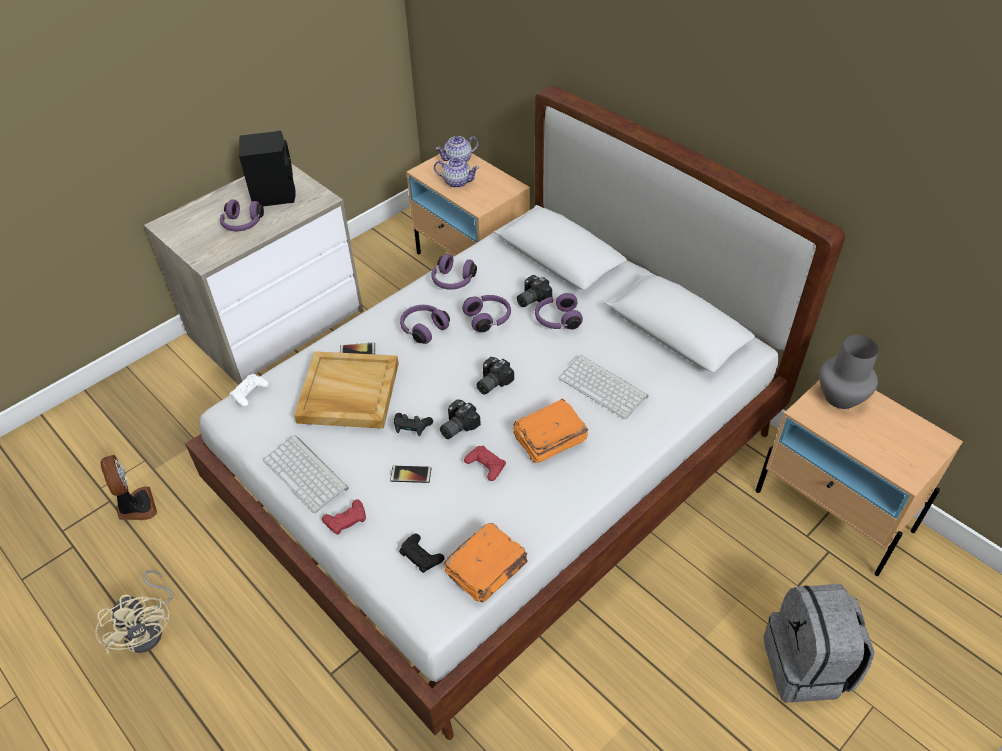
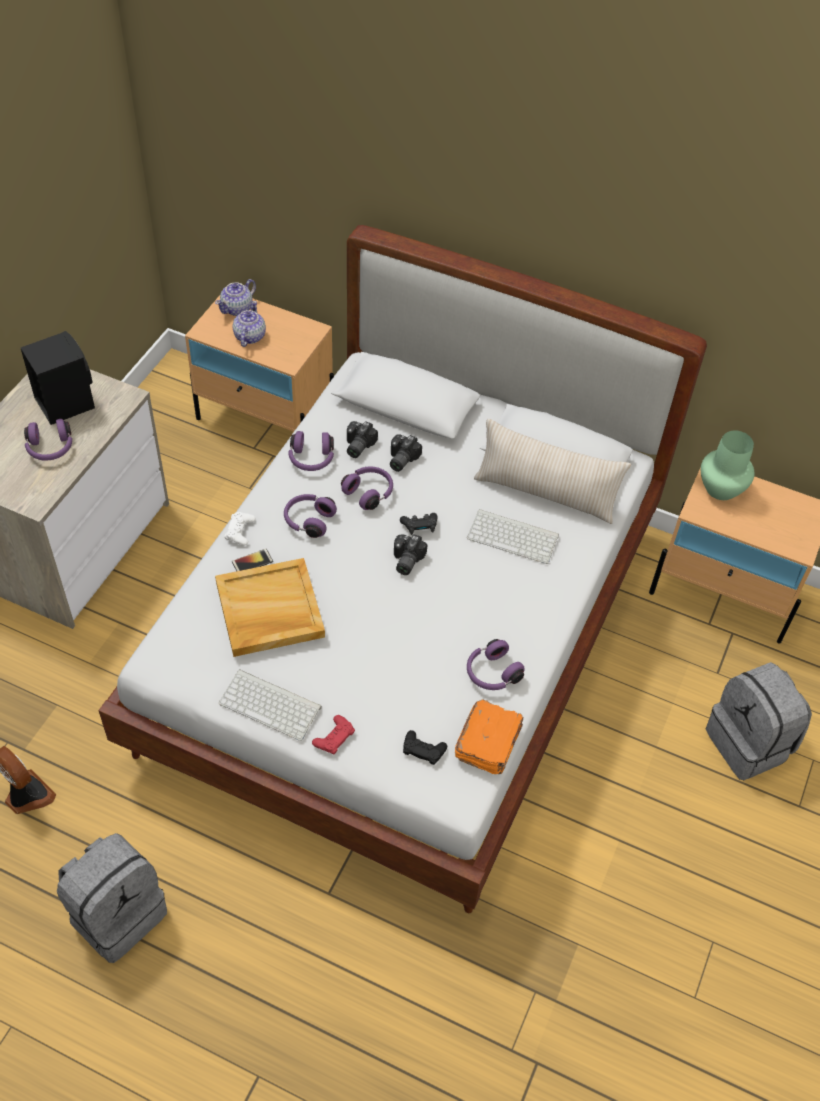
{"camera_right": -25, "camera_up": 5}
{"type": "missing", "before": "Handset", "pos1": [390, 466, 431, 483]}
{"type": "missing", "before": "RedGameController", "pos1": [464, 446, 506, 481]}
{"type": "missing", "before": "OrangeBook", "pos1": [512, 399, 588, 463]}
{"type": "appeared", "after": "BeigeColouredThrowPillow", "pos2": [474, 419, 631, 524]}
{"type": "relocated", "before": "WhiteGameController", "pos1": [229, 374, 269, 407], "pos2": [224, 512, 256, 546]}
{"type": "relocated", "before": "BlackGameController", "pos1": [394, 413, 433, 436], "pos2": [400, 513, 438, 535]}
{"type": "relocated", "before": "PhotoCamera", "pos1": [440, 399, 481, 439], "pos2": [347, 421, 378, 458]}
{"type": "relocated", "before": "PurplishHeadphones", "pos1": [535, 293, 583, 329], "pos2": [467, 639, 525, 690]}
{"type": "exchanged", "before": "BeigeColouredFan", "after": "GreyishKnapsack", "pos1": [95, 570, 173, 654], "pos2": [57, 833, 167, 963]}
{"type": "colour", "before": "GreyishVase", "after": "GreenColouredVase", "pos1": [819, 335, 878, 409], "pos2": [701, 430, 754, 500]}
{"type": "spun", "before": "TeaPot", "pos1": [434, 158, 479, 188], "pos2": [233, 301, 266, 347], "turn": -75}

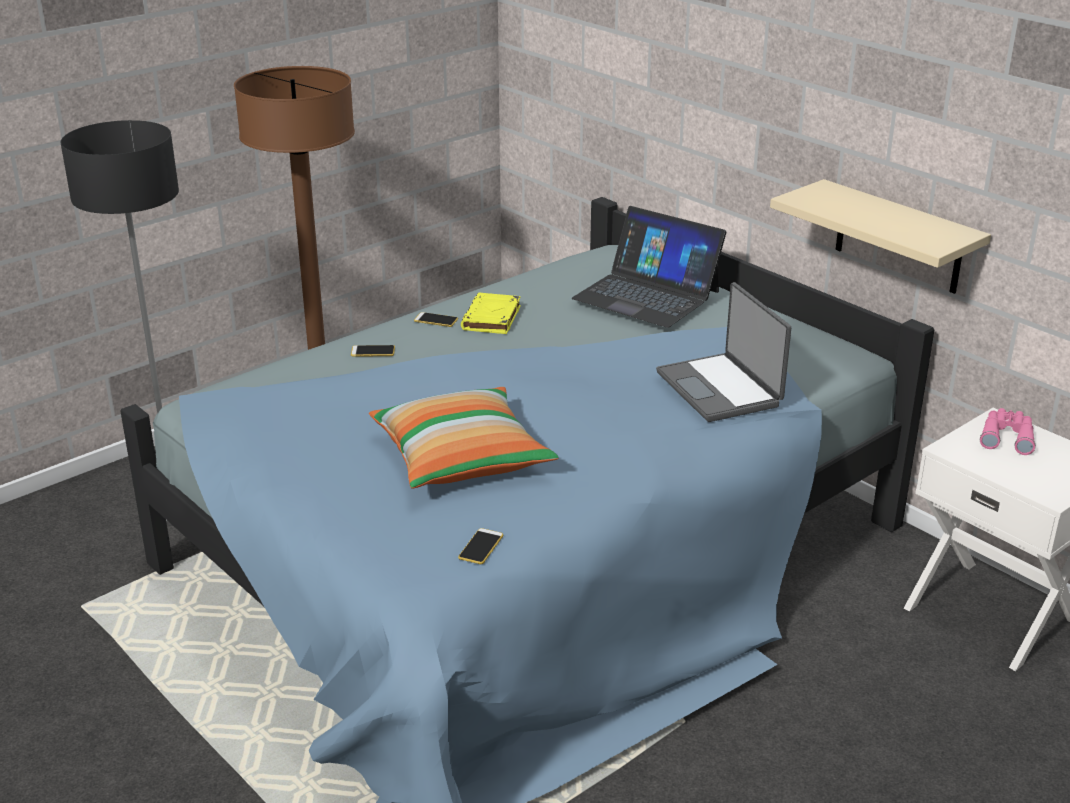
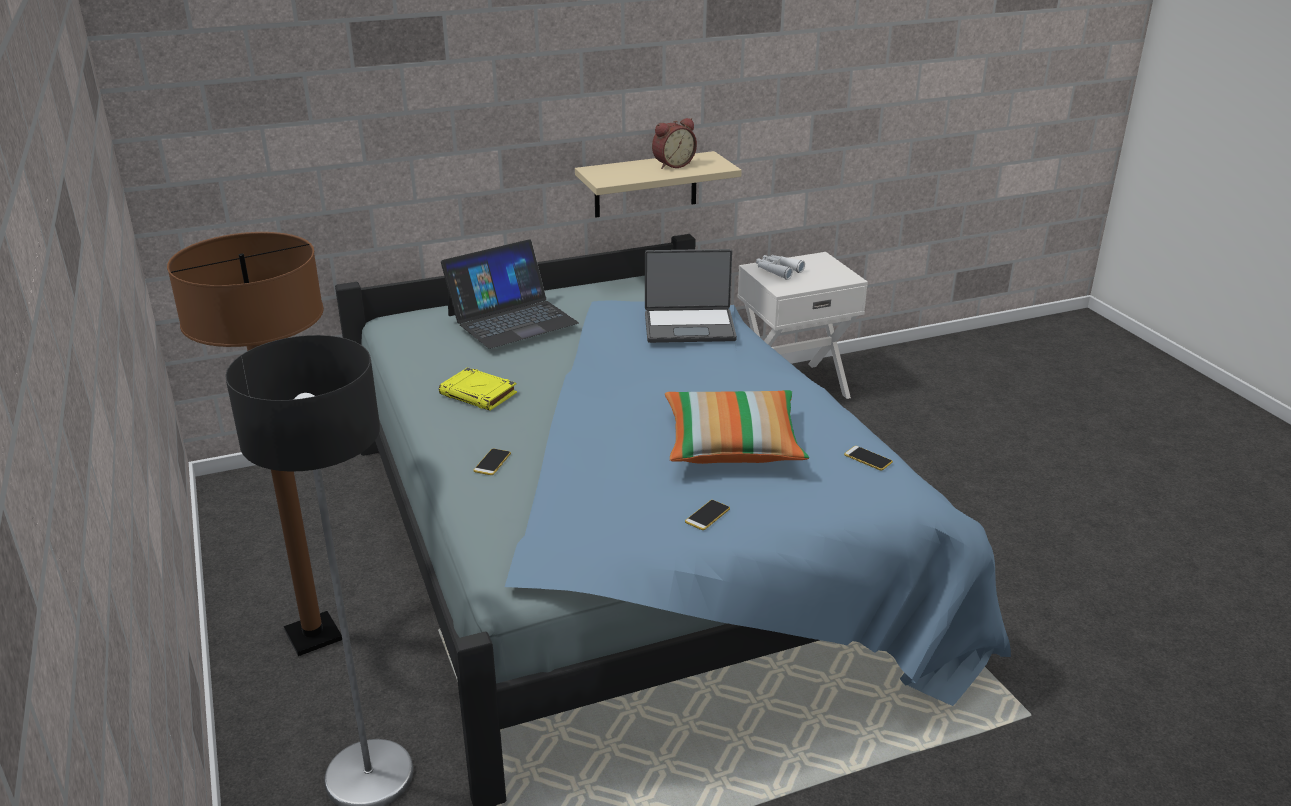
{"camera_right": -70, "camera_up": 0}
{"type": "appeared", "after": "AlarmClock", "pos2": [652, 118, 697, 169]}
{"type": "relocated", "before": "Handset", "pos1": [414, 312, 458, 327], "pos2": [685, 500, 730, 530]}
{"type": "colour", "before": "PinkColouredFieldGlasses", "after": "WhiteFieldGlasses", "pos1": [980, 408, 1036, 455], "pos2": [756, 255, 805, 280]}

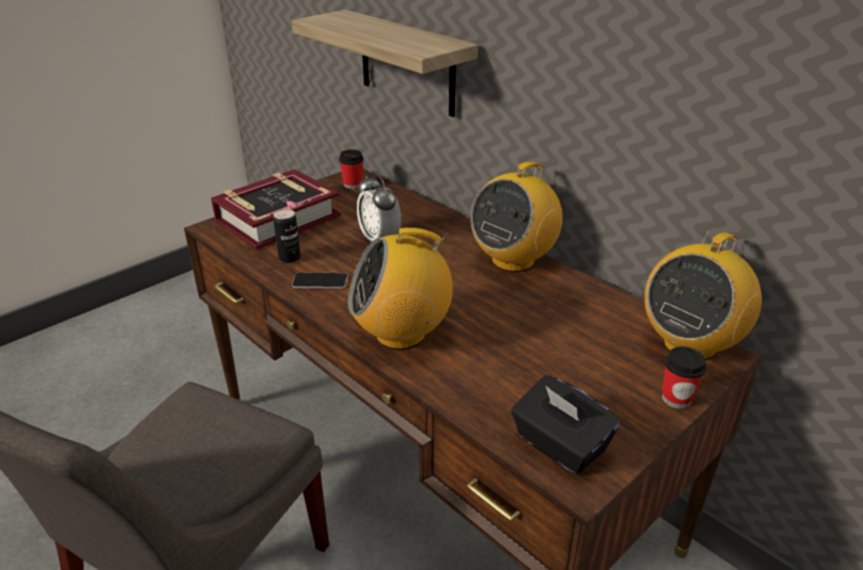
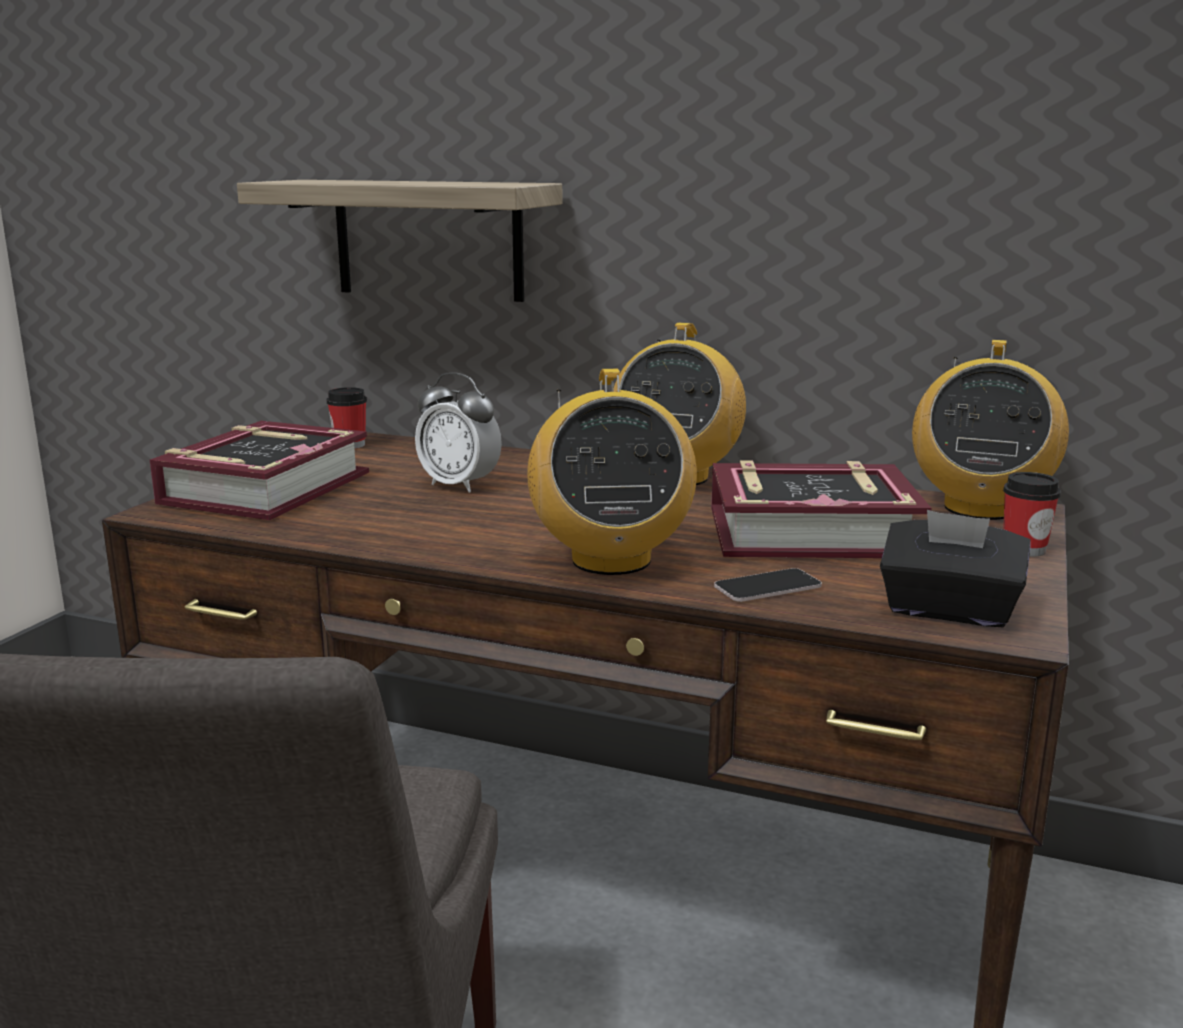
{"camera_right": -25, "camera_up": -15}
{"type": "missing", "before": "MetalCan", "pos1": [273, 209, 301, 263]}
{"type": "appeared", "after": "Book", "pos2": [711, 460, 932, 558]}
{"type": "relocated", "before": "Handset", "pos1": [292, 272, 348, 289], "pos2": [714, 568, 822, 602]}
{"type": "spun", "before": "Radio", "pos1": [348, 228, 453, 350], "pos2": [527, 369, 697, 575], "turn": -60}

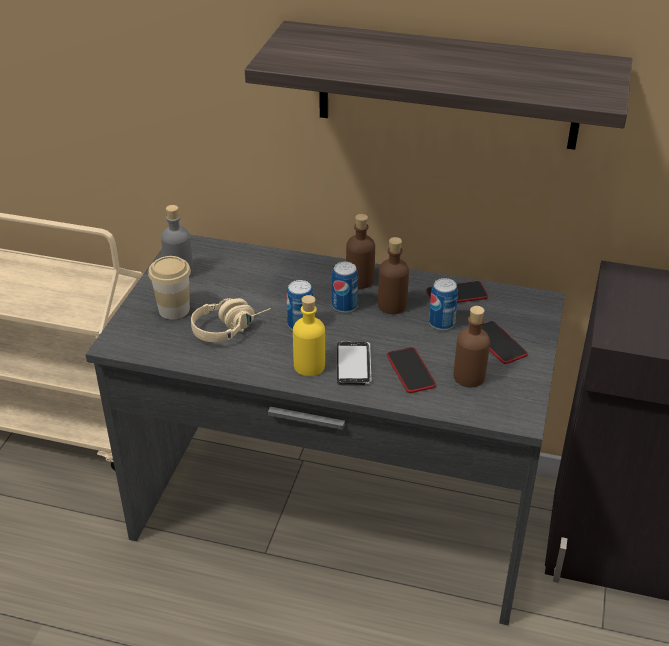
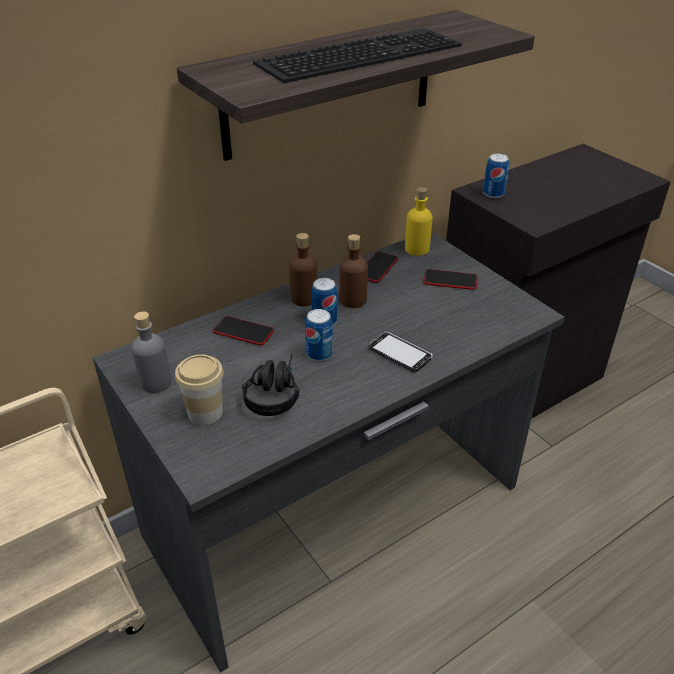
{"camera_right": -50, "camera_up": 0}
{"type": "missing", "before": "BrownBeverageBottle", "pos1": [453, 306, 490, 387]}
{"type": "appeared", "after": "ComputerKeyboard", "pos2": [253, 28, 462, 83]}
{"type": "relocated", "before": "YellowColouredBeverageBottle", "pos1": [293, 295, 325, 376], "pos2": [405, 187, 433, 256]}
{"type": "relocated", "before": "Handset", "pos1": [387, 347, 436, 393], "pos2": [213, 316, 274, 346]}
{"type": "relocated", "before": "MetalCan", "pos1": [429, 278, 458, 330], "pos2": [483, 154, 509, 198]}
{"type": "colour", "before": "BeigeColouredHeadphones", "after": "BlackHeadphones", "pos1": [191, 298, 271, 342], "pos2": [242, 354, 299, 416]}

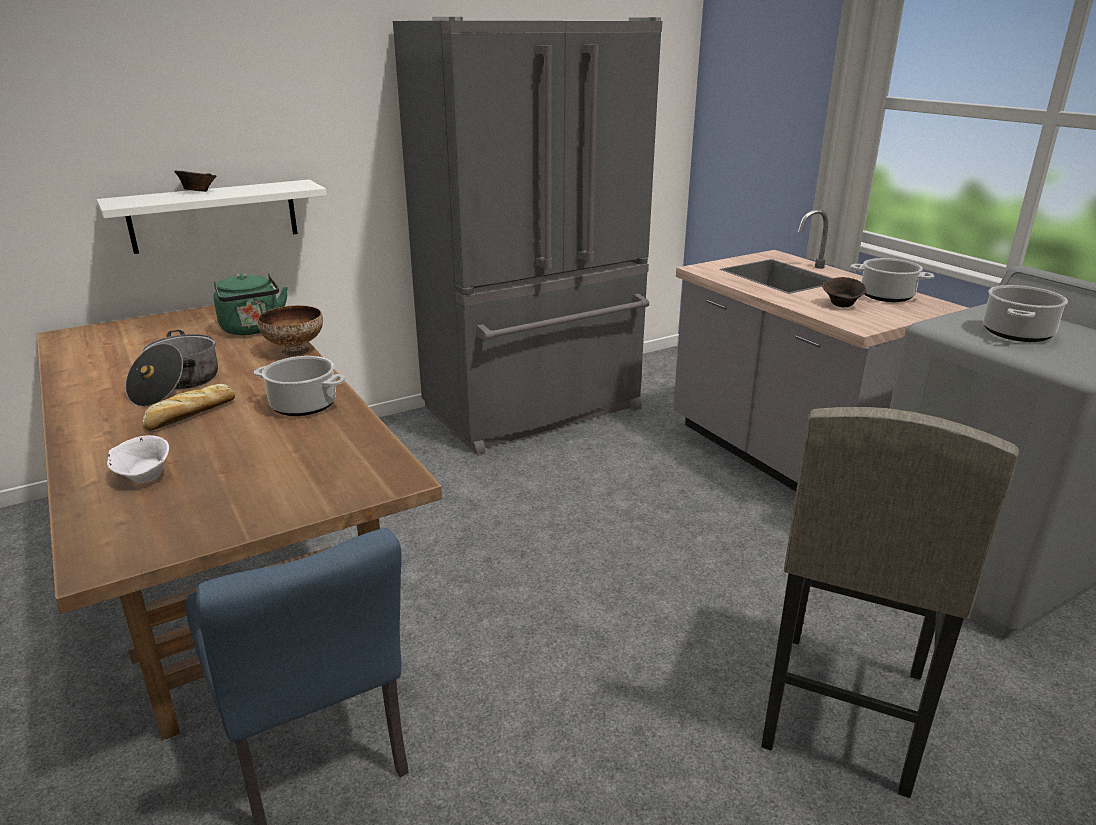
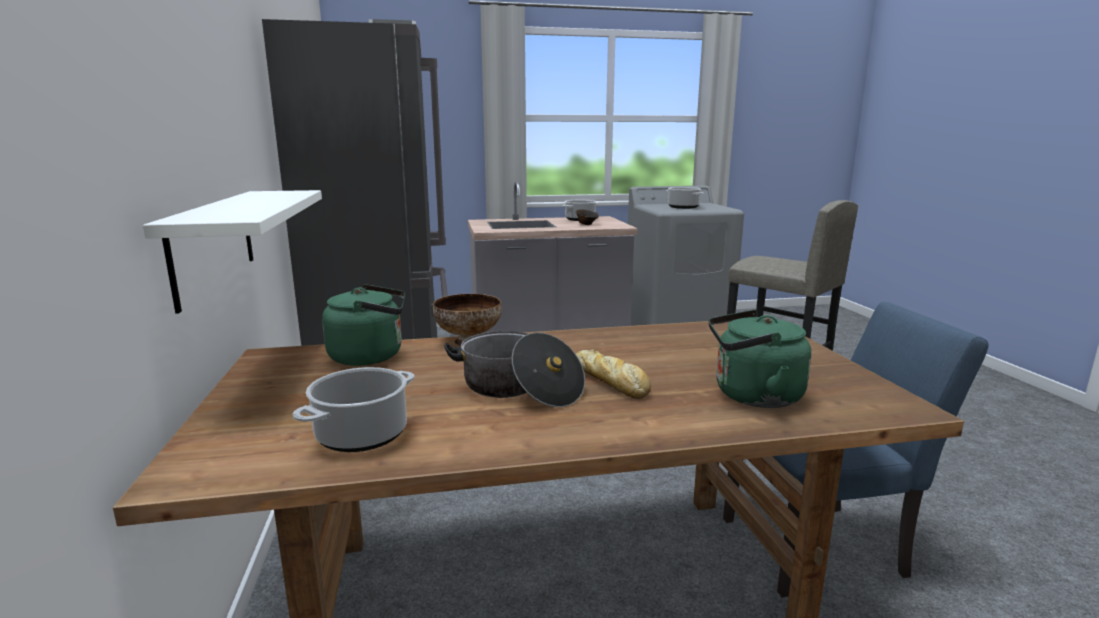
{"camera_right": -70, "camera_up": -10}
{"type": "missing", "before": "BrownDeepDish", "pos1": [174, 171, 217, 192]}
{"type": "relocated", "before": "CookingPot", "pos1": [254, 356, 346, 416], "pos2": [293, 367, 415, 452]}
{"type": "exchanged", "before": "WhiteDeepDish", "after": "GreenColouredWaterKettle", "pos1": [107, 435, 169, 483], "pos2": [709, 310, 811, 408]}

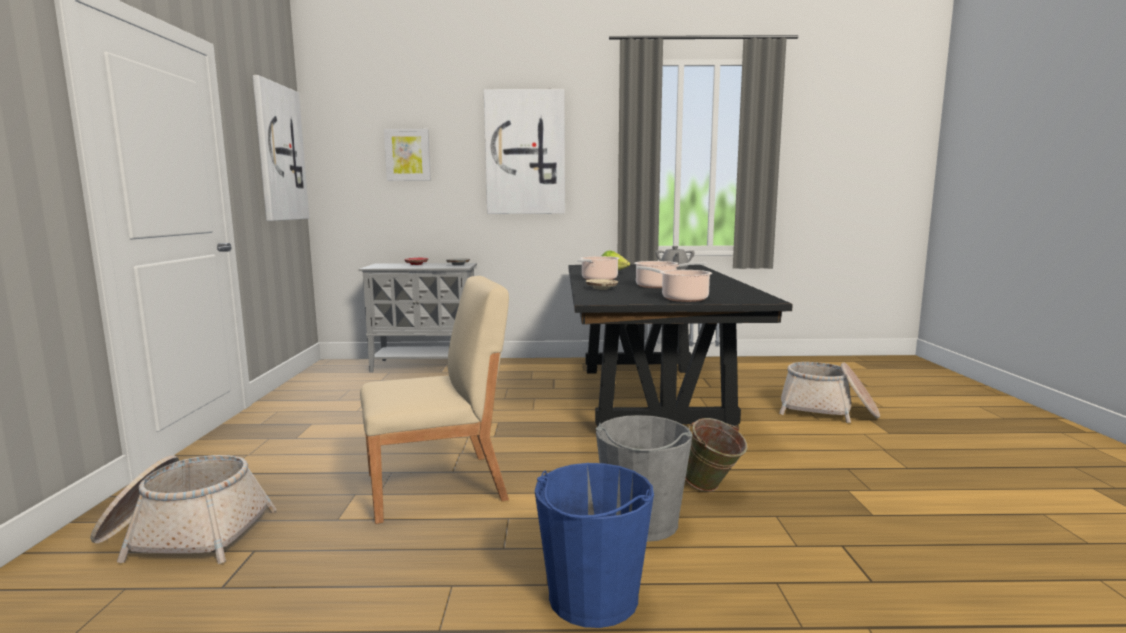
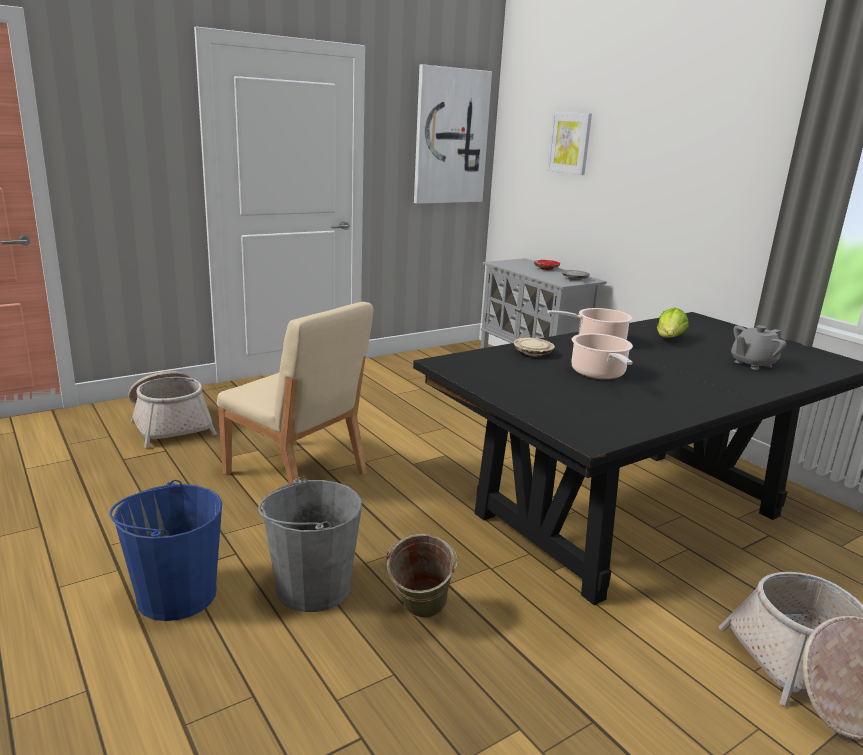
{"camera_right": 55, "camera_up": 10}
{"type": "missing", "before": "WallArt", "pos1": [484, 89, 565, 214]}
{"type": "missing", "before": "CookingPot", "pos1": [636, 266, 712, 302]}

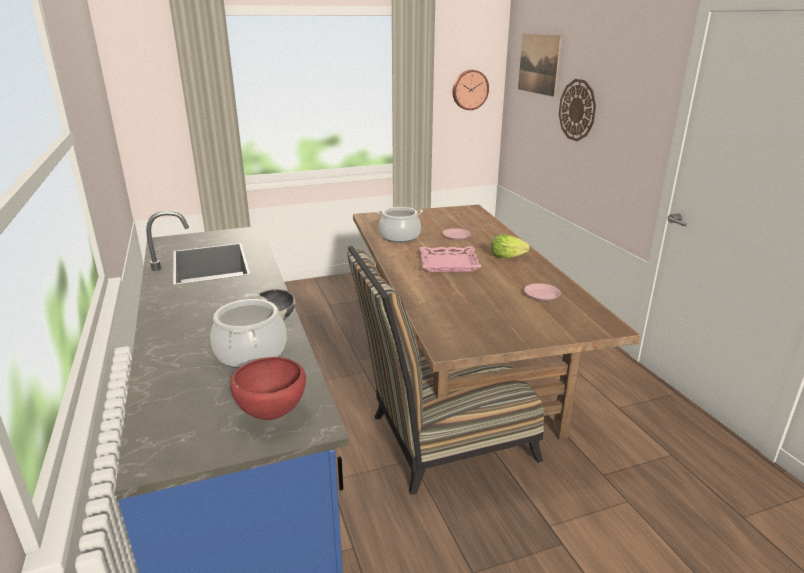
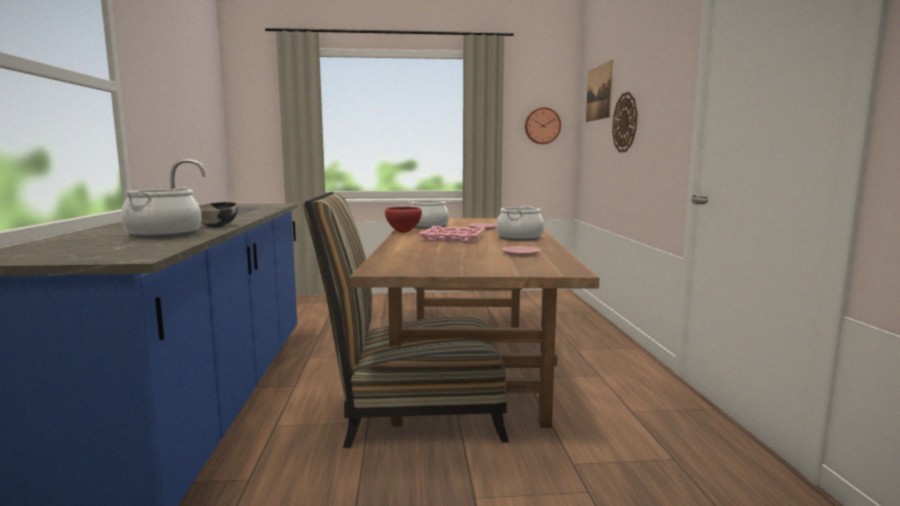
{"camera_right": 15, "camera_up": -15}
{"type": "relocated", "before": "RedDeepDish", "pos1": [230, 357, 306, 420], "pos2": [385, 207, 422, 233]}
{"type": "exchanged", "before": "Lettuce", "after": "CookingPot", "pos1": [491, 234, 530, 258], "pos2": [496, 206, 544, 241]}

